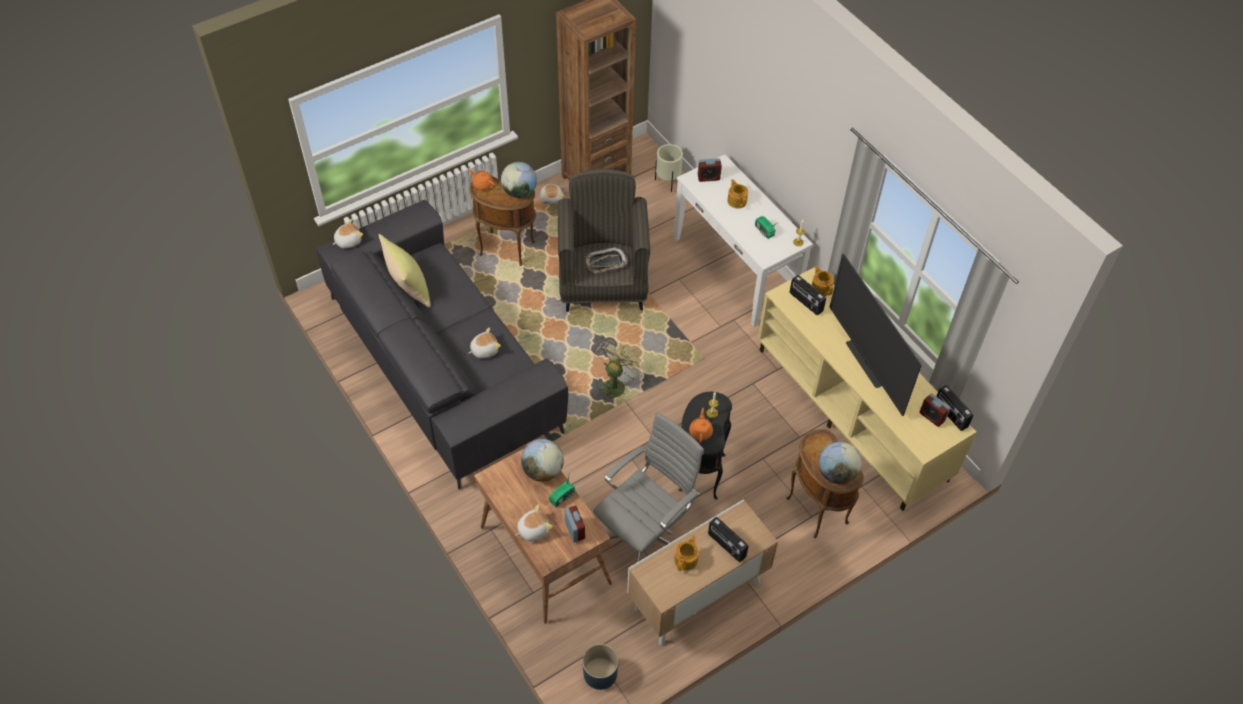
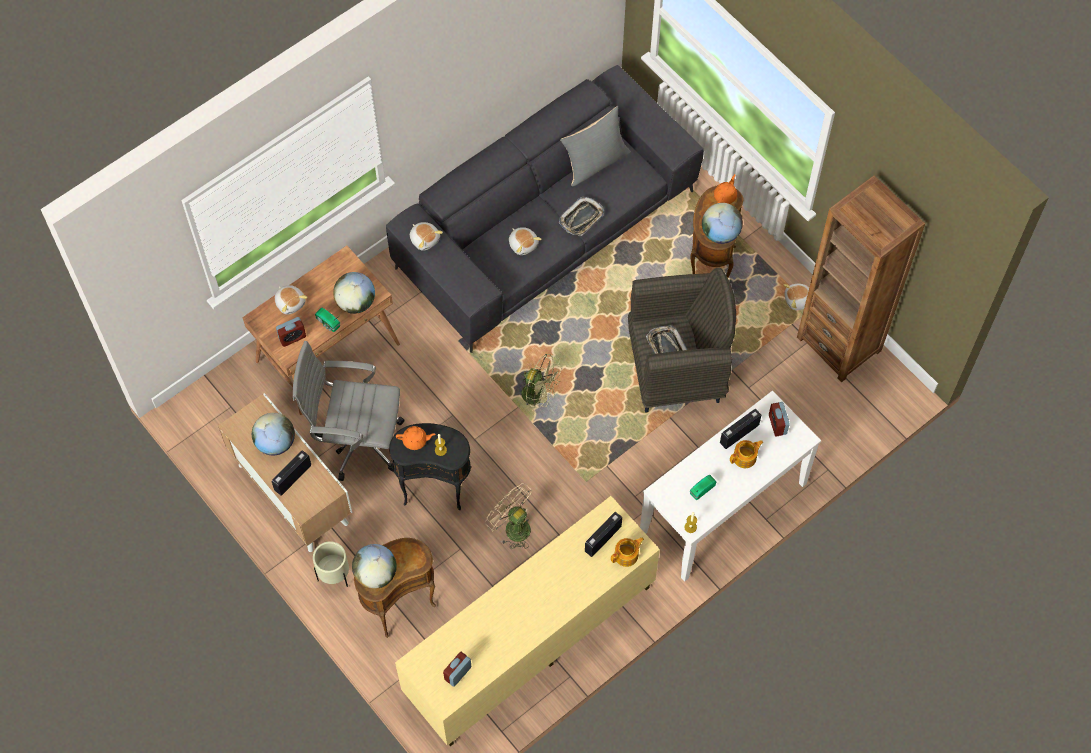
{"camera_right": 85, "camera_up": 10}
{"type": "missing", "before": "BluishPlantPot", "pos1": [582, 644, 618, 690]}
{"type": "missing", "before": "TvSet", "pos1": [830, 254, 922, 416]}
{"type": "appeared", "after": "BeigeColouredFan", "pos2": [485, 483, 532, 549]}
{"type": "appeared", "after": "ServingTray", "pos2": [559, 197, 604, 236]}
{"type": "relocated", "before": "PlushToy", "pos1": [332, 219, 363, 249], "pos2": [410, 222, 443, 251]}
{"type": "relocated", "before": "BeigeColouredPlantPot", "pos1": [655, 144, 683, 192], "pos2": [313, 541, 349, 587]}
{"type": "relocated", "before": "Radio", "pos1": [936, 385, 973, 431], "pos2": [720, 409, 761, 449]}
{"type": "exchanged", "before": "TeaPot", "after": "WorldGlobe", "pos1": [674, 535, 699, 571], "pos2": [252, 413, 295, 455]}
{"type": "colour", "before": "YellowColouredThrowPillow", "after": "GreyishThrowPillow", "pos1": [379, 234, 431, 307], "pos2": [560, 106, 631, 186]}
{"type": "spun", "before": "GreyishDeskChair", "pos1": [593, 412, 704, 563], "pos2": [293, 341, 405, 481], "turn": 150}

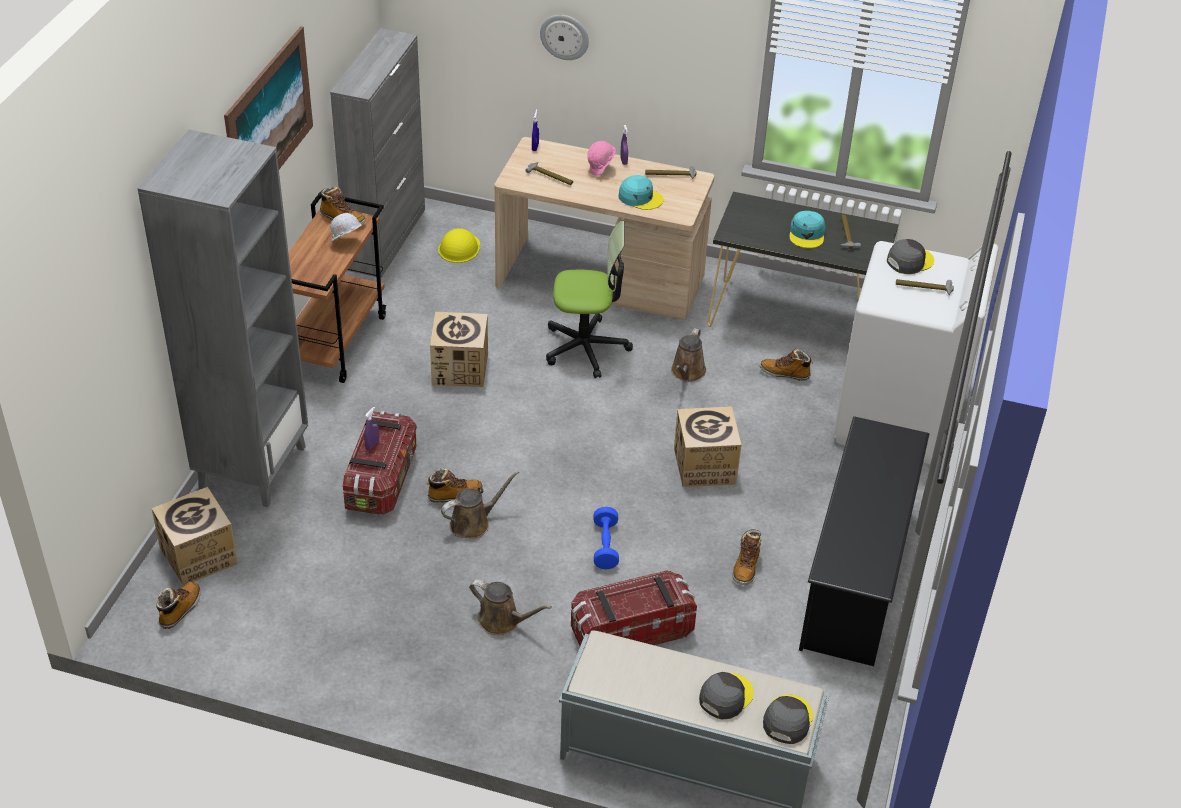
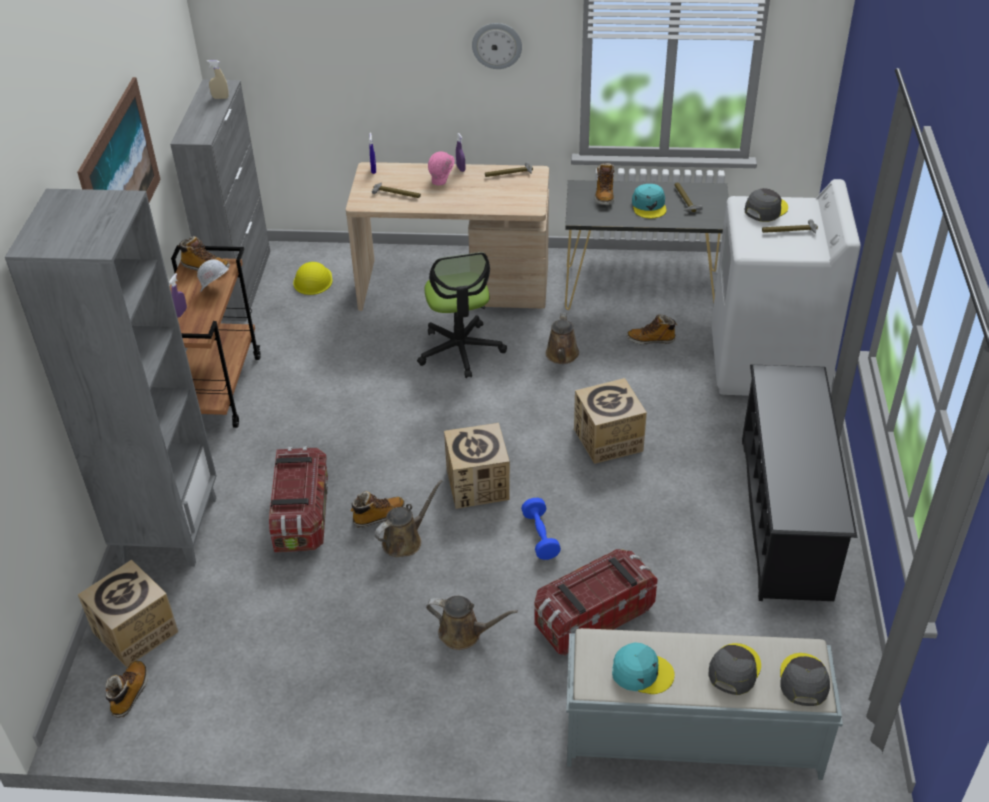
{"camera_right": -10, "camera_up": 0}
{"type": "appeared", "after": "BeigeColouredSprayBottle", "pos2": [207, 60, 229, 99]}
{"type": "relocated", "before": "PurplishSprayBottle", "pos1": [364, 407, 379, 450], "pos2": [169, 273, 187, 317]}
{"type": "relocated", "before": "CardboardBox", "pos1": [430, 312, 488, 387], "pos2": [444, 423, 510, 509]}
{"type": "relocated", "before": "WallClock", "pos1": [540, 15, 589, 60], "pos2": [472, 23, 522, 69]}
{"type": "relocated", "before": "BlueGreenPeakedCap", "pos1": [619, 175, 664, 210], "pos2": [612, 642, 675, 694]}
{"type": "relocated", "before": "Boot", "pos1": [732, 529, 762, 585], "pos2": [595, 163, 615, 205]}
{"type": "spun", "before": "DeskChair", "pos1": [546, 221, 633, 378], "pos2": [417, 252, 507, 378], "turn": 90}

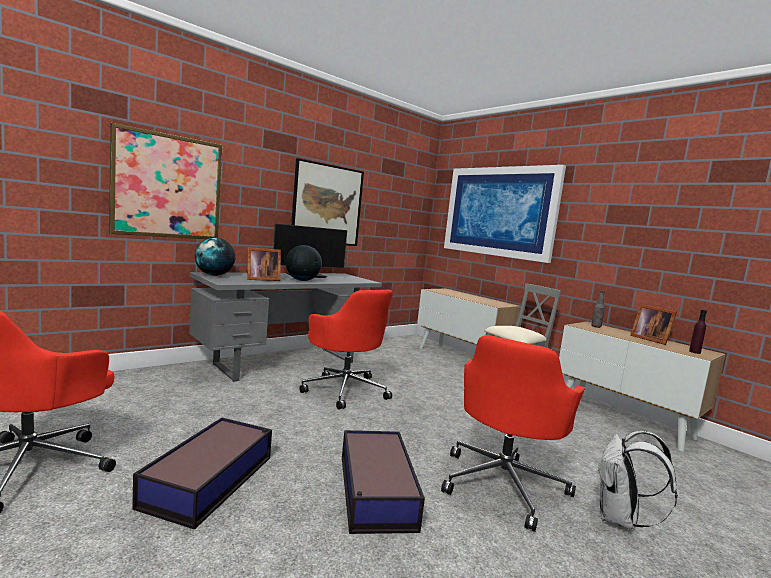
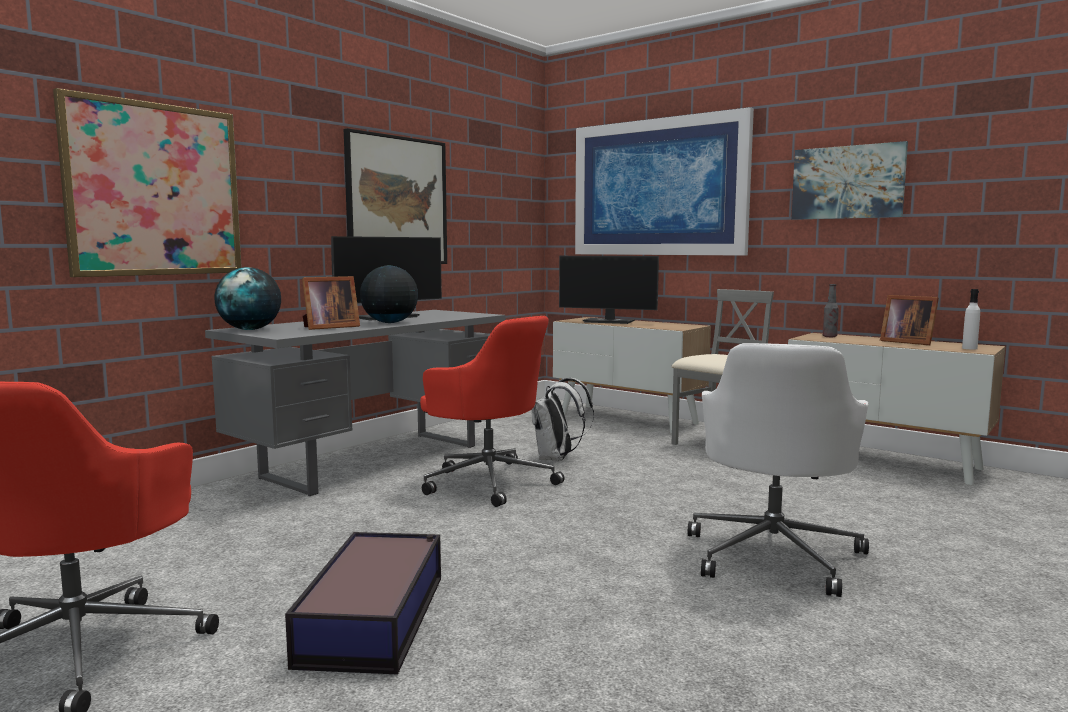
{"camera_right": -10, "camera_up": 0}
{"type": "missing", "before": "StorageBin", "pos1": [342, 430, 425, 534]}
{"type": "appeared", "after": "Monitor", "pos2": [559, 256, 659, 324]}
{"type": "appeared", "after": "WallArt", "pos2": [791, 141, 908, 220]}
{"type": "relocated", "before": "WhiteKnapsack", "pos1": [597, 431, 678, 531], "pos2": [532, 378, 594, 461]}
{"type": "colour", "before": "RedDeskChair", "after": "WhiteDeskChair", "pos1": [441, 335, 585, 532], "pos2": [688, 343, 869, 597]}
{"type": "colour", "before": "PurplishBeverageBottle", "after": "WhiteBeverageBottle", "pos1": [689, 310, 707, 354], "pos2": [962, 289, 980, 350]}

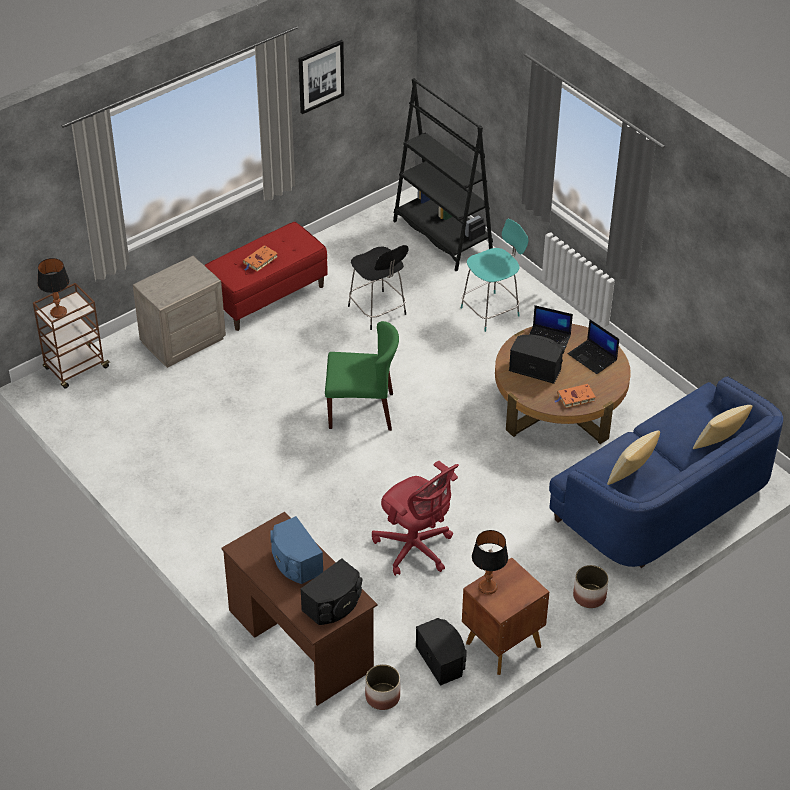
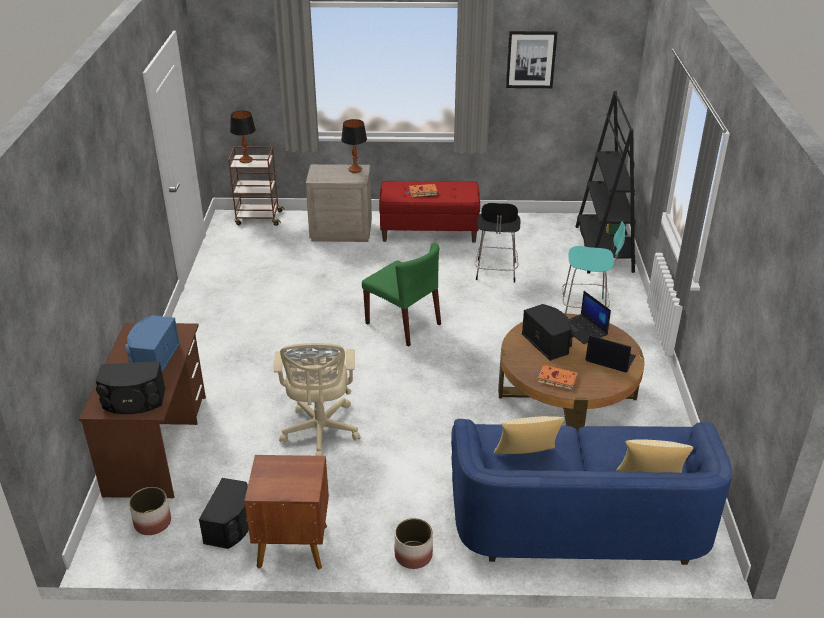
{"camera_right": 40, "camera_up": -10}
{"type": "relocated", "before": "TabletopLamp", "pos1": [472, 530, 508, 595], "pos2": [341, 119, 367, 173]}
{"type": "colour", "before": "RedDeskChair", "after": "BeigeColouredDeskChair", "pos1": [372, 461, 459, 576], "pos2": [273, 343, 360, 456]}
{"type": "spun", "before": "PortableComputer", "pos1": [568, 319, 619, 374], "pos2": [586, 335, 636, 373], "turn": 120}

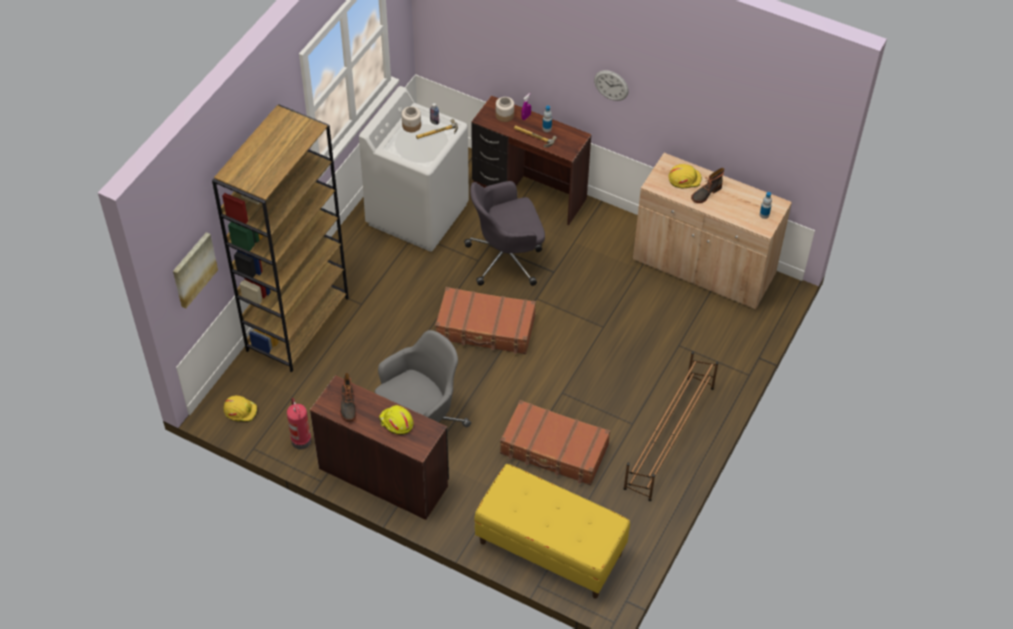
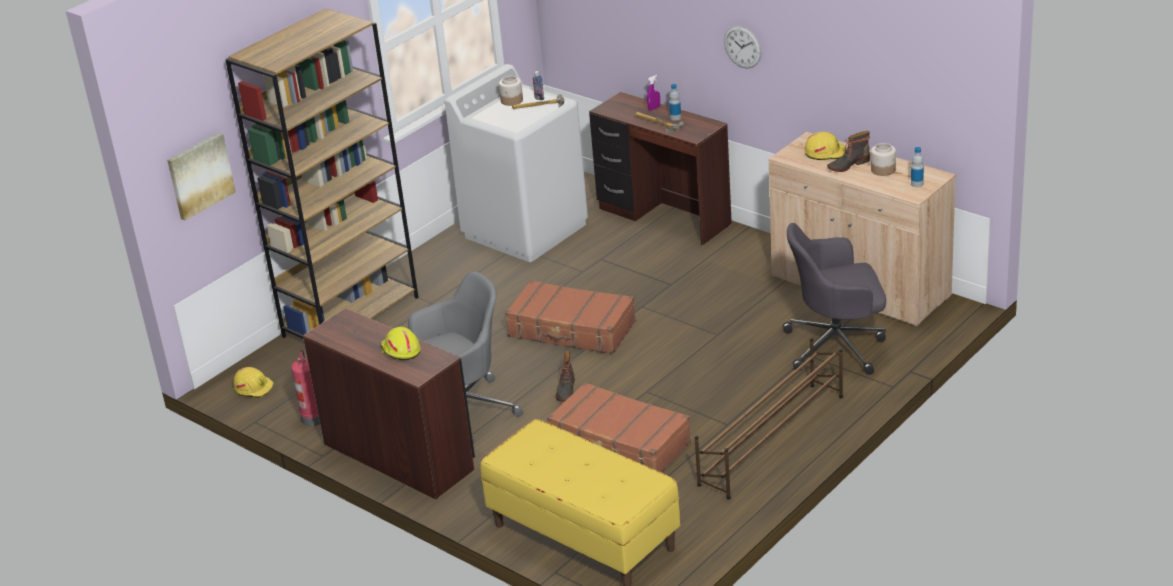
{"camera_right": 15, "camera_up": -20}
{"type": "relocated", "before": "Boot", "pos1": [340, 373, 356, 421], "pos2": [555, 350, 575, 402]}
{"type": "relocated", "before": "GreyishDeskChair", "pos1": [464, 181, 545, 286], "pos2": [783, 223, 886, 375]}
{"type": "relocated", "before": "StorageJar", "pos1": [496, 97, 514, 122], "pos2": [871, 143, 896, 176]}

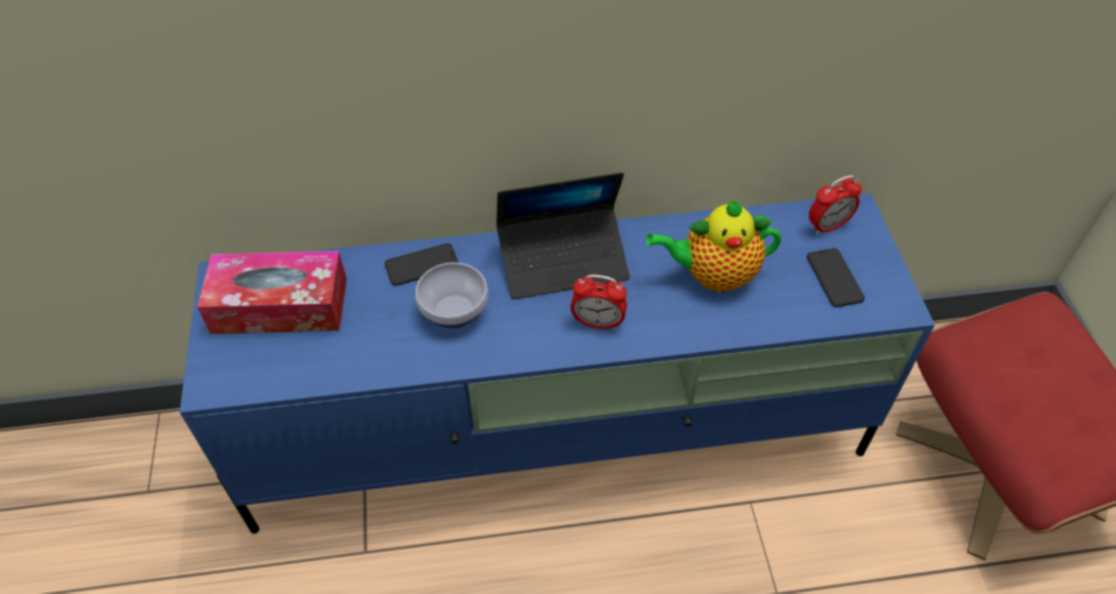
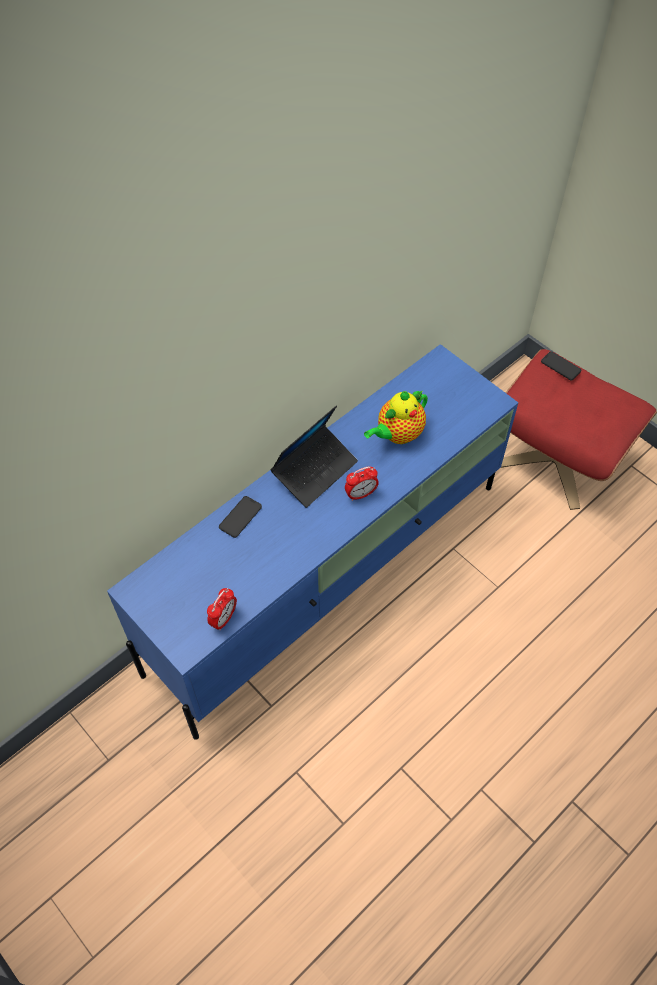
{"camera_right": -35, "camera_up": 5}
{"type": "missing", "before": "BoxOfTissues", "pos1": [197, 251, 347, 334]}
{"type": "missing", "before": "DeepDish", "pos1": [415, 262, 488, 329]}
{"type": "relocated", "before": "Handset", "pos1": [807, 248, 865, 307], "pos2": [541, 351, 581, 380]}
{"type": "relocated", "before": "AlarmClock", "pos1": [809, 175, 862, 235], "pos2": [207, 588, 237, 630]}

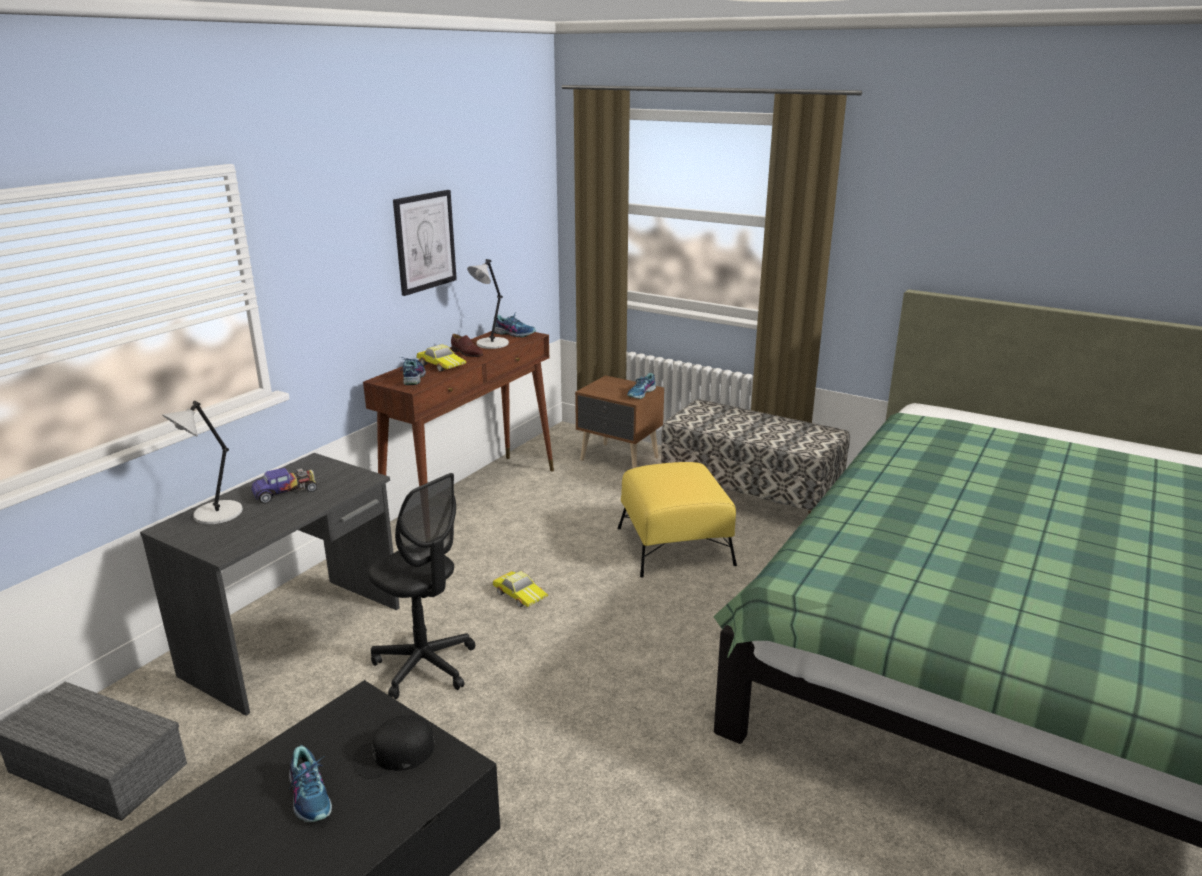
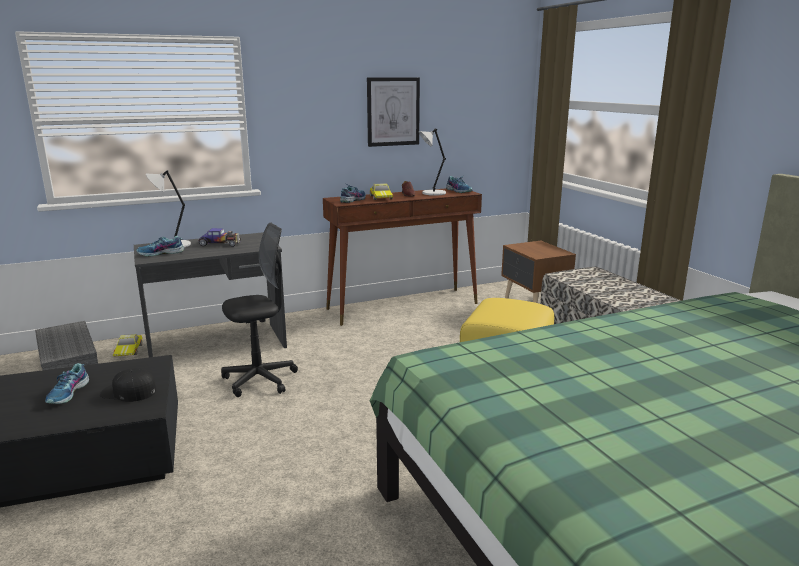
{"camera_right": 35, "camera_up": -5}
{"type": "relocated", "before": "ModelCar", "pos1": [493, 571, 548, 607], "pos2": [113, 334, 143, 356]}
{"type": "relocated", "before": "LowShoe", "pos1": [627, 373, 656, 399], "pos2": [136, 236, 184, 257]}
{"type": "spun", "before": "BlackDeskChair", "pos1": [368, 473, 475, 699], "pos2": [221, 223, 298, 397], "turn": -105}

